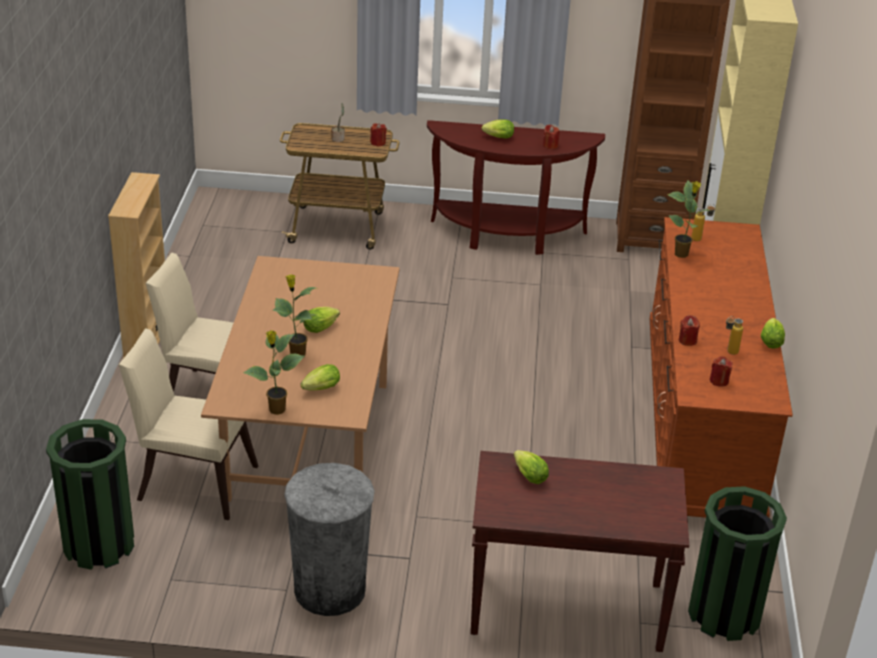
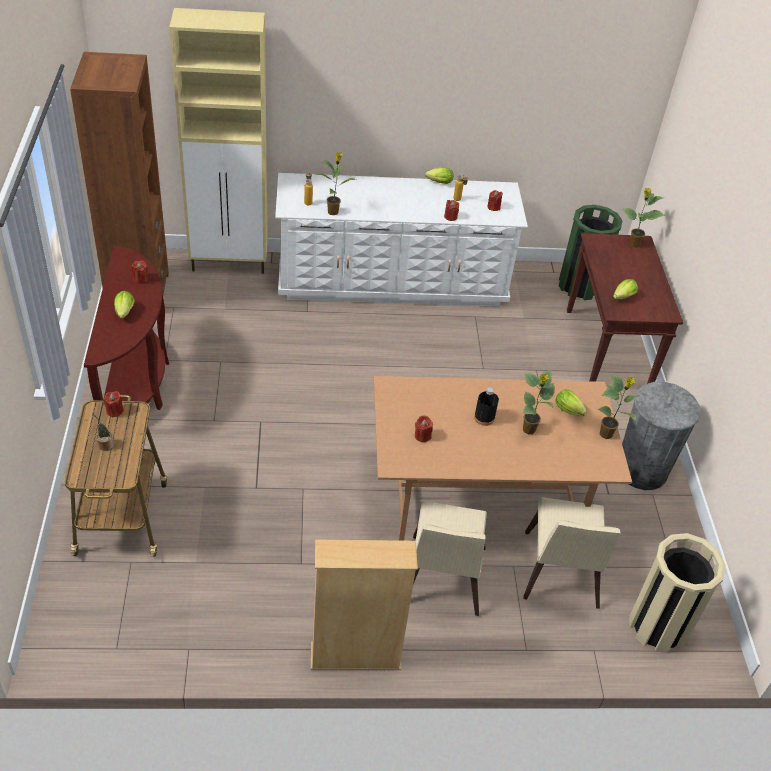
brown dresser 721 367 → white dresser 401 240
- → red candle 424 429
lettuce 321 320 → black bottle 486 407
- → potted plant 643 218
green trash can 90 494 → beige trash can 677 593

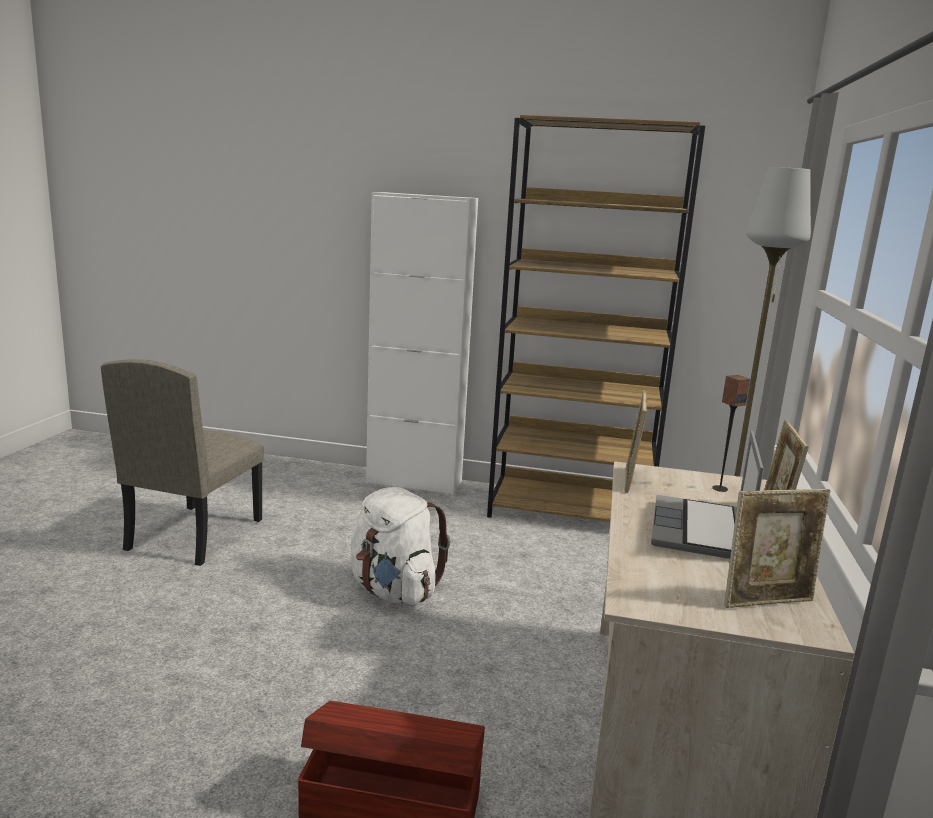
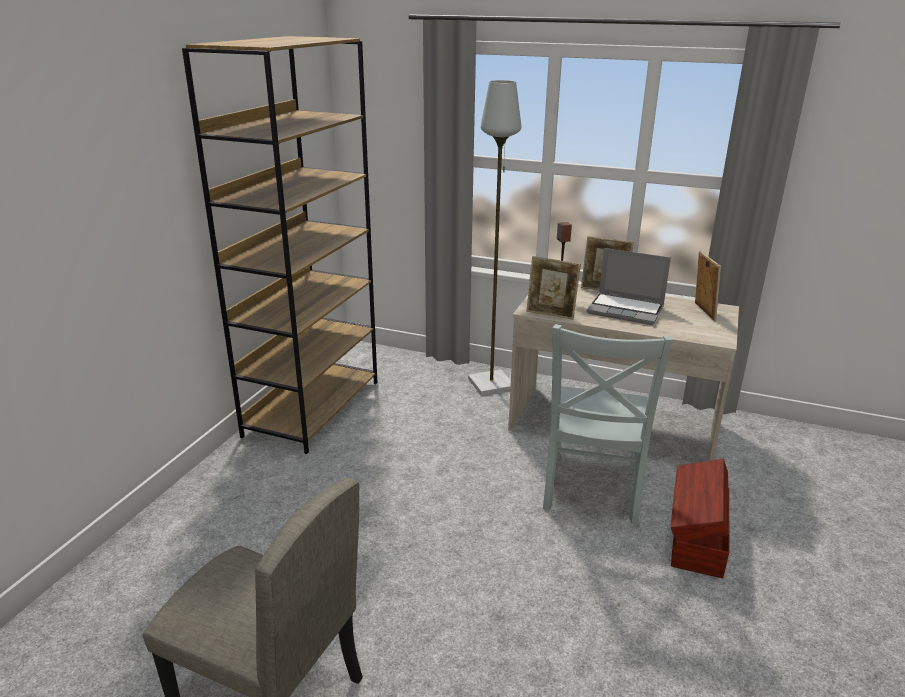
- → grey chair 608 424
white backpack 400 546 → -
white cabinet 422 343 → -

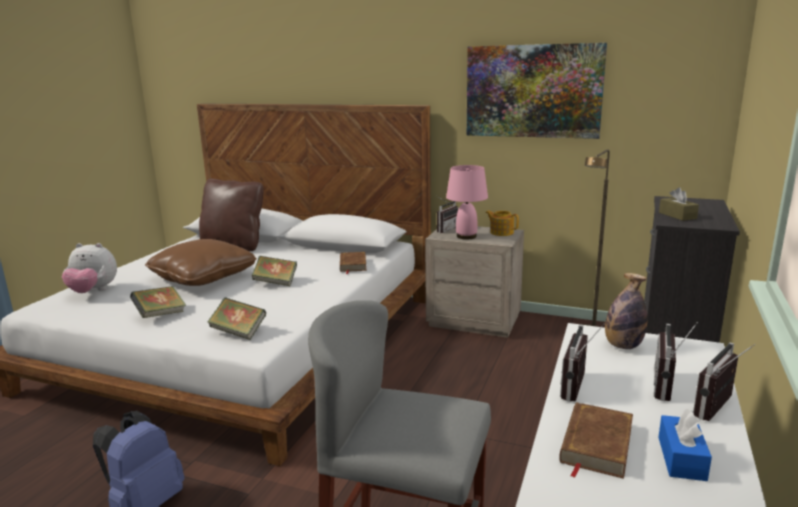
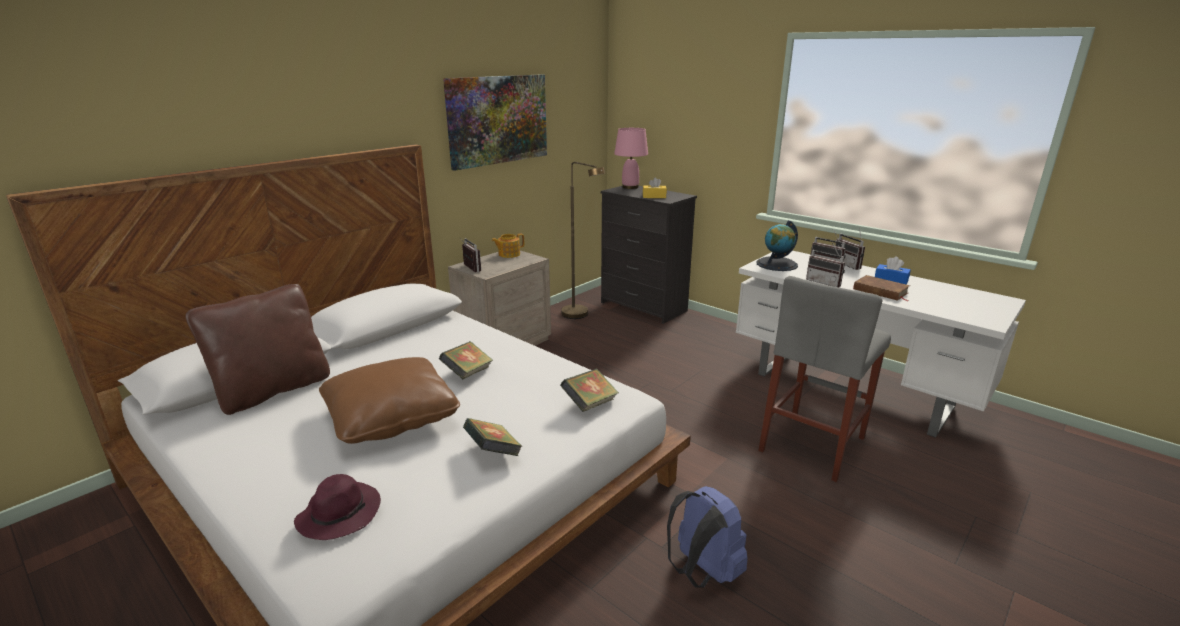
plush toy 89 268 → purple hat 337 507
pink table lamp 467 202 → pink table lamp 631 158, moved
brown tissue box 679 204 → yellow tissue box 655 187
bottle 626 311 → globe 777 245
brown book 353 263 → -

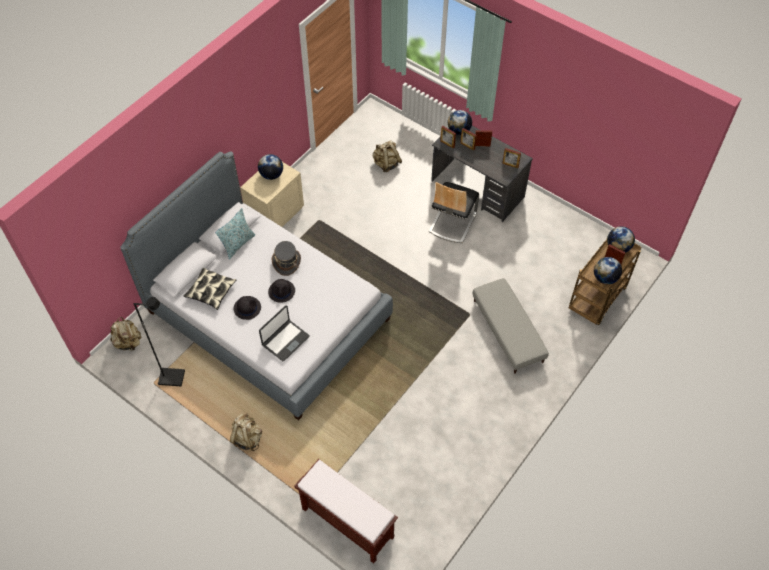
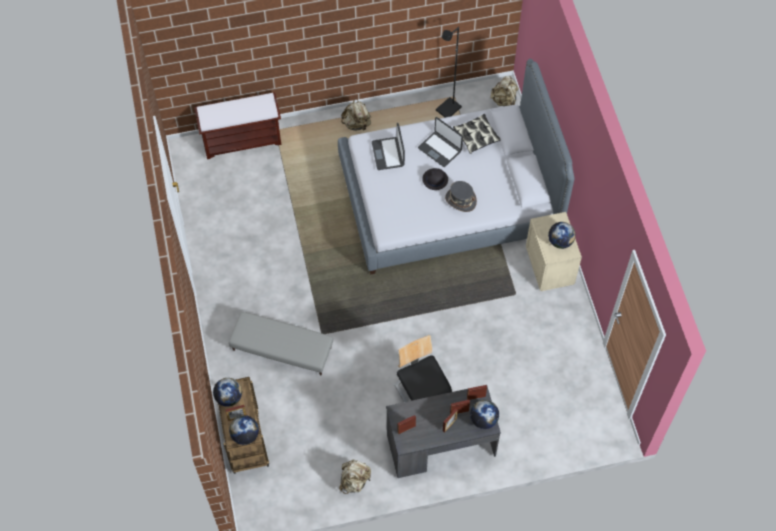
beige backpack 387 156 → beige backpack 355 477, moved
black hat 247 308 → laptop 440 142
pillow 235 233 → -

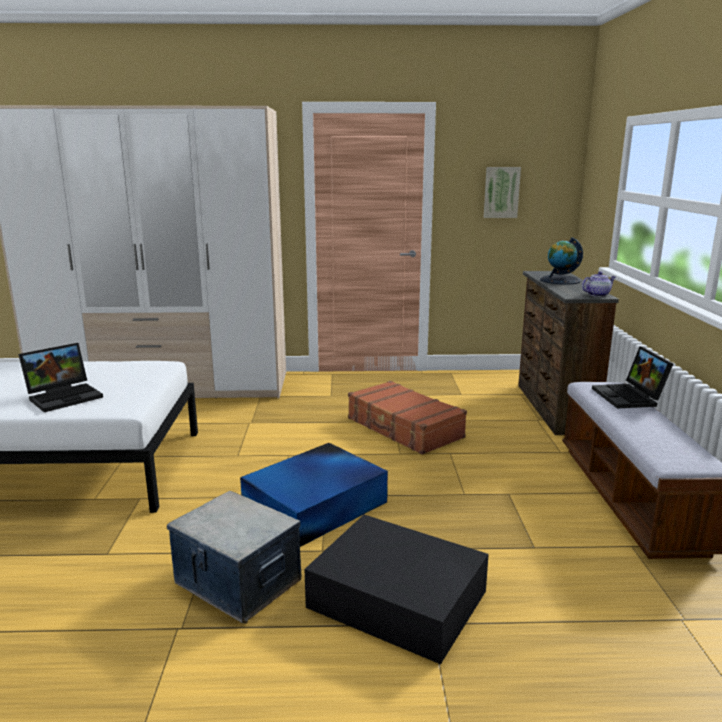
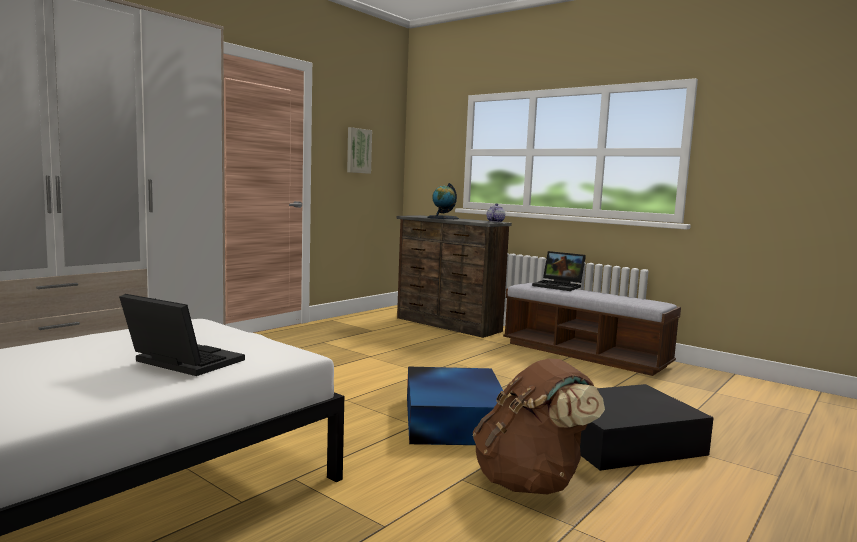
laptop 60 377 → laptop 182 335, 60 degrees counterclockwise
storage box 234 557 → brown backpack 539 426
brown suitcase 407 418 → -

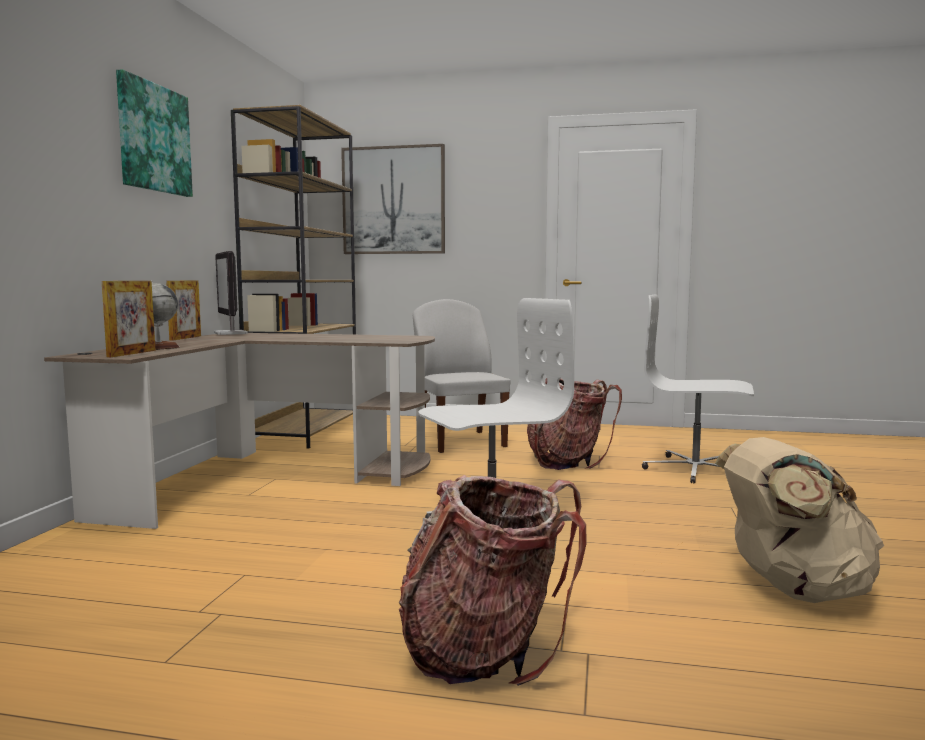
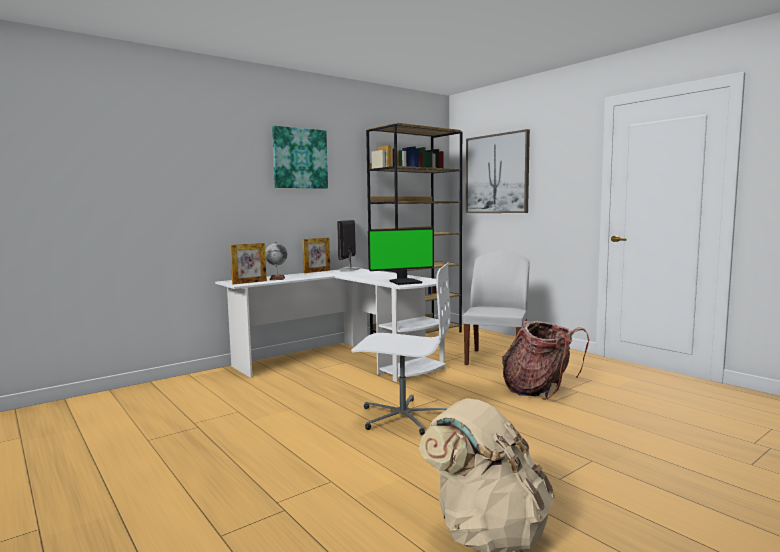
brown desk 239 431 → white desk 330 325
- → monitor 401 256
backpack 493 580 → -
white office chair 698 389 → -

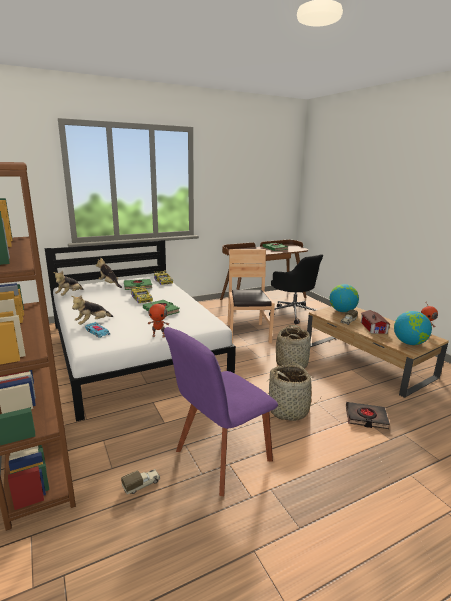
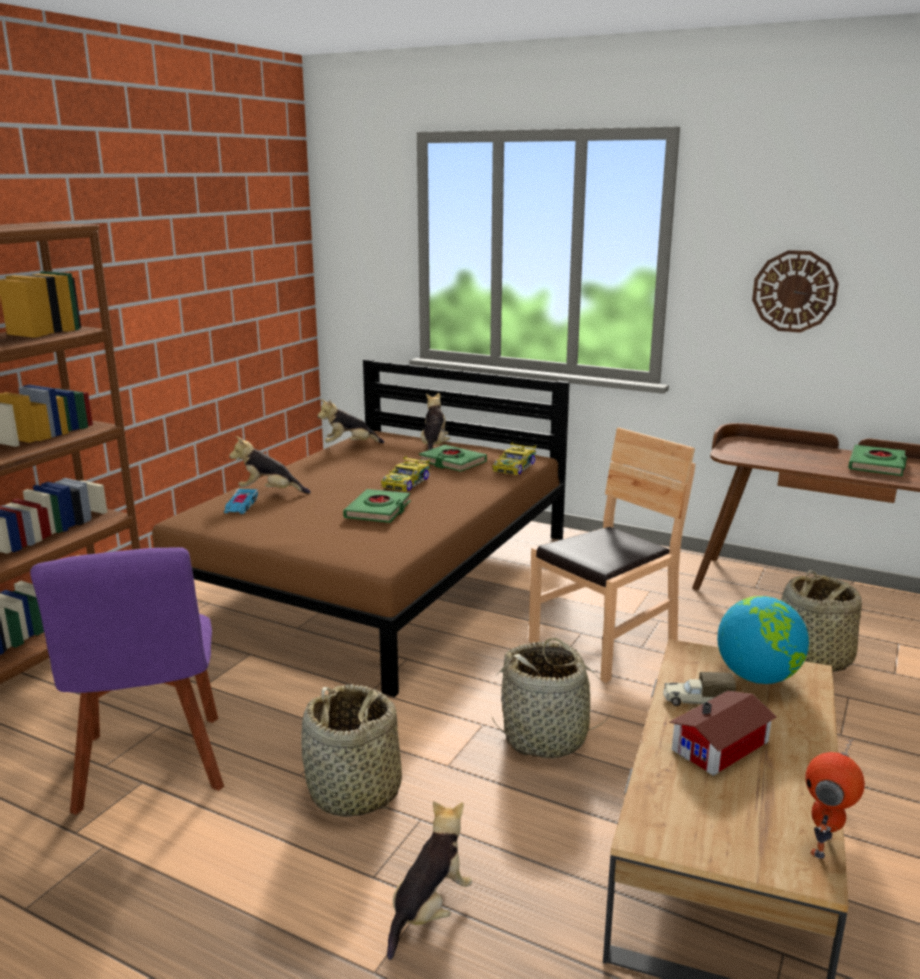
purple chair 221 411 → purple chair 127 681, 120 degrees counterclockwise
white bed 140 331 → brown bed 361 528
black book 368 415 → plush toy 429 880
- → wall clock 795 291
black office chair 296 289 → basket 821 621
toy truck 140 482 → -
toy robot 158 319 → -
globe 413 328 → -

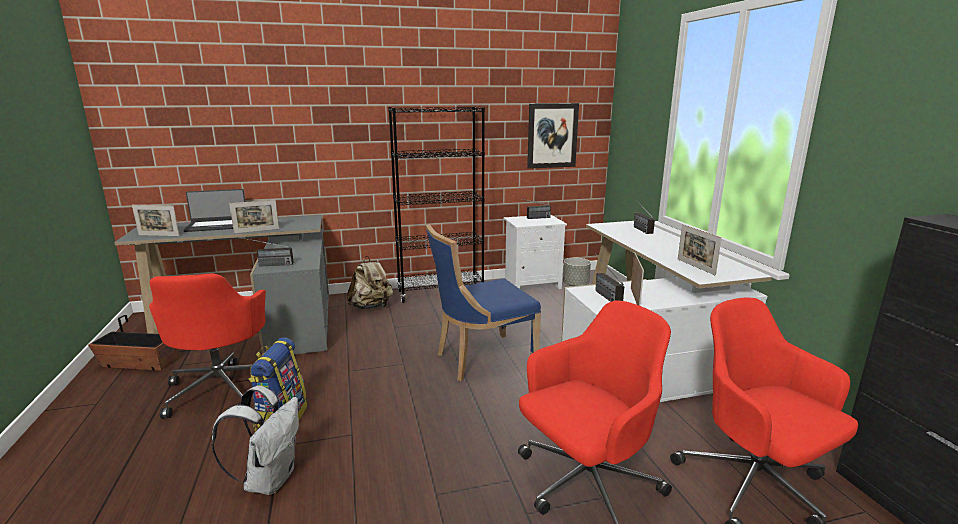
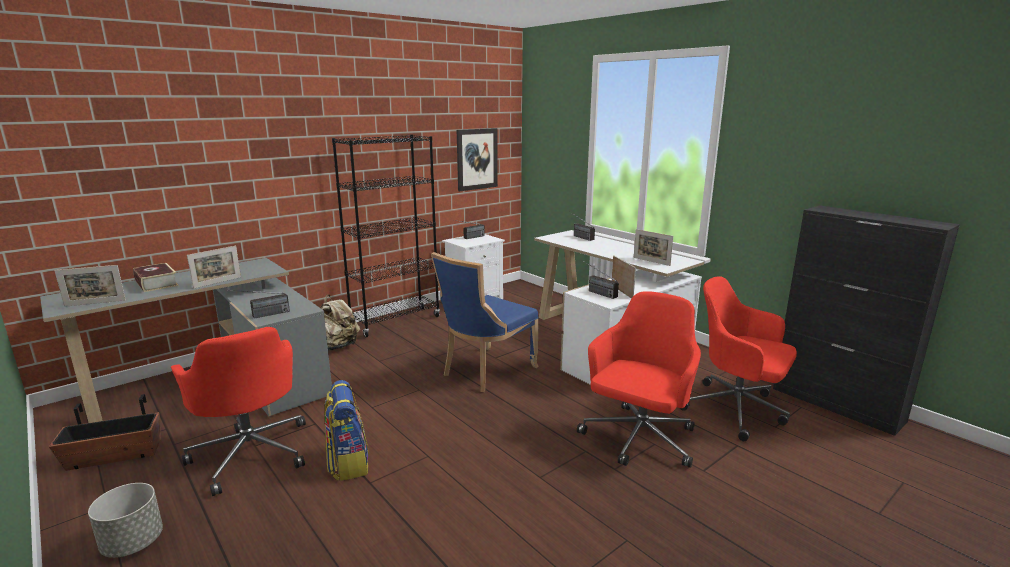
grey planter 577 272 → grey planter 125 520, moved
laptop 214 210 → book 156 277
white backpack 255 440 → -

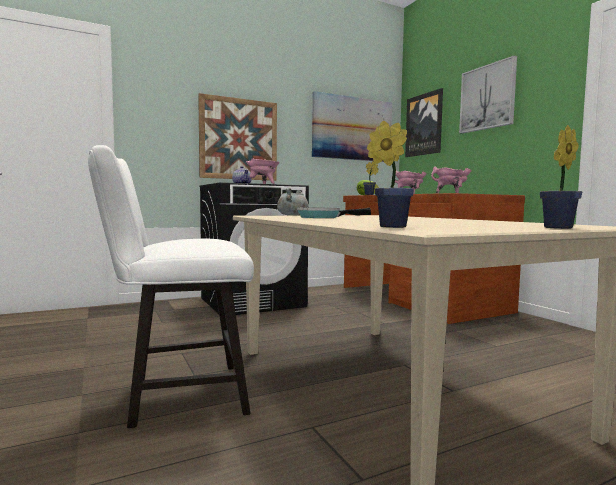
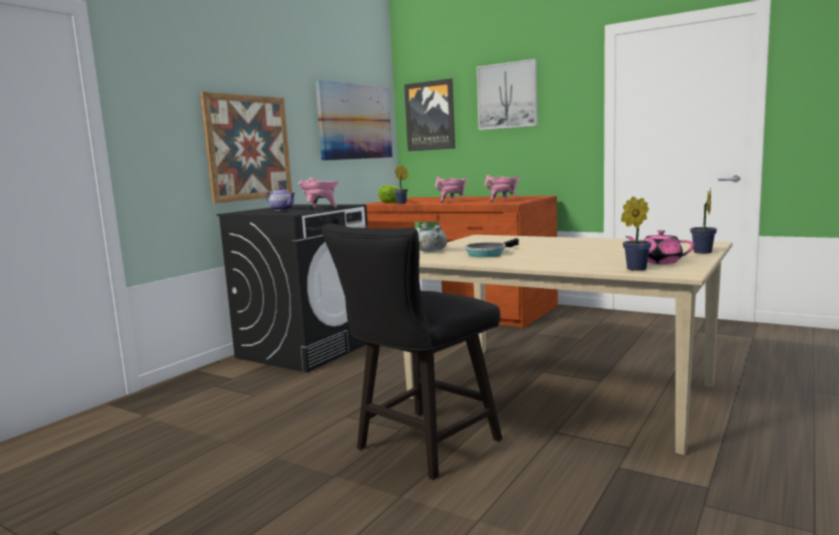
white chair 171 286 → black chair 411 352
- → pink teapot 659 247

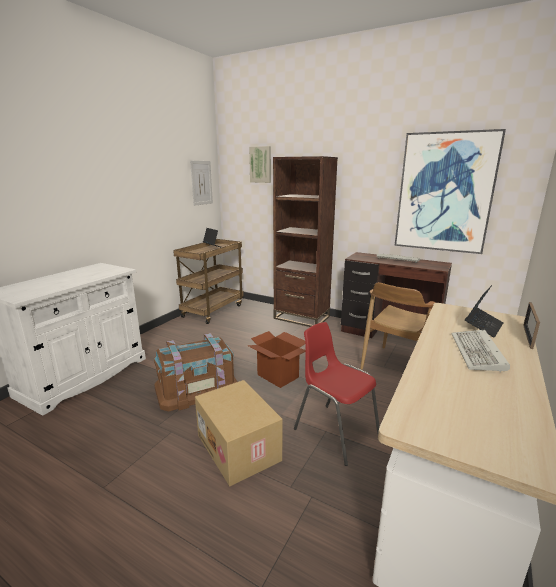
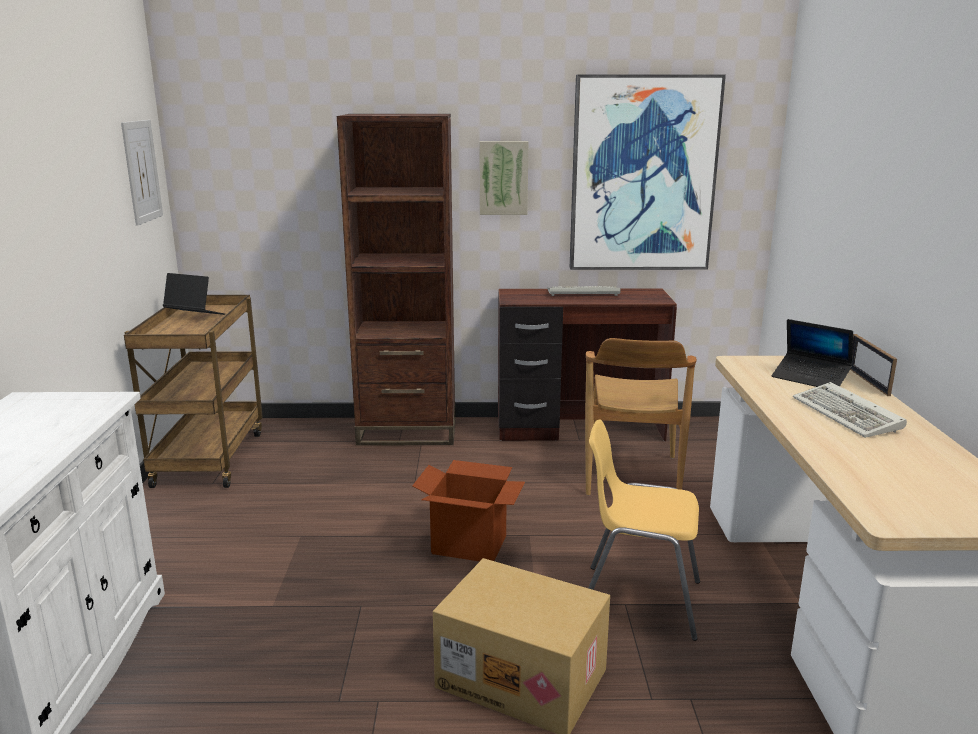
picture 260 164 → picture 504 178, moved
red chair 337 394 → yellow chair 644 530
laptop 484 311 → laptop 812 353, 120 degrees clockwise
brown storage box 196 372 → -

